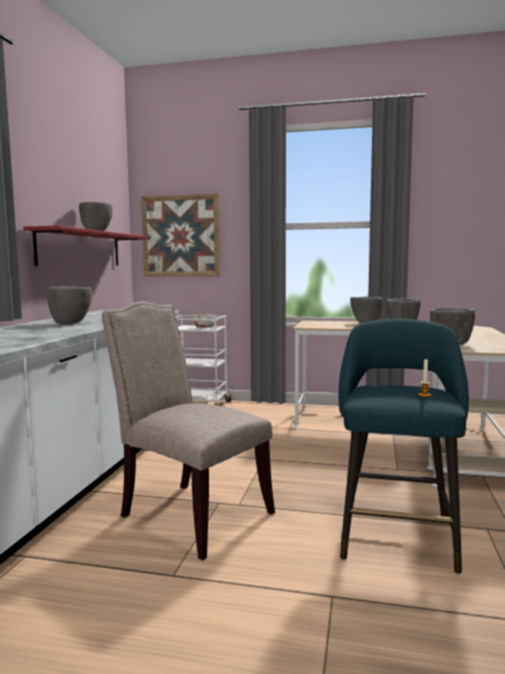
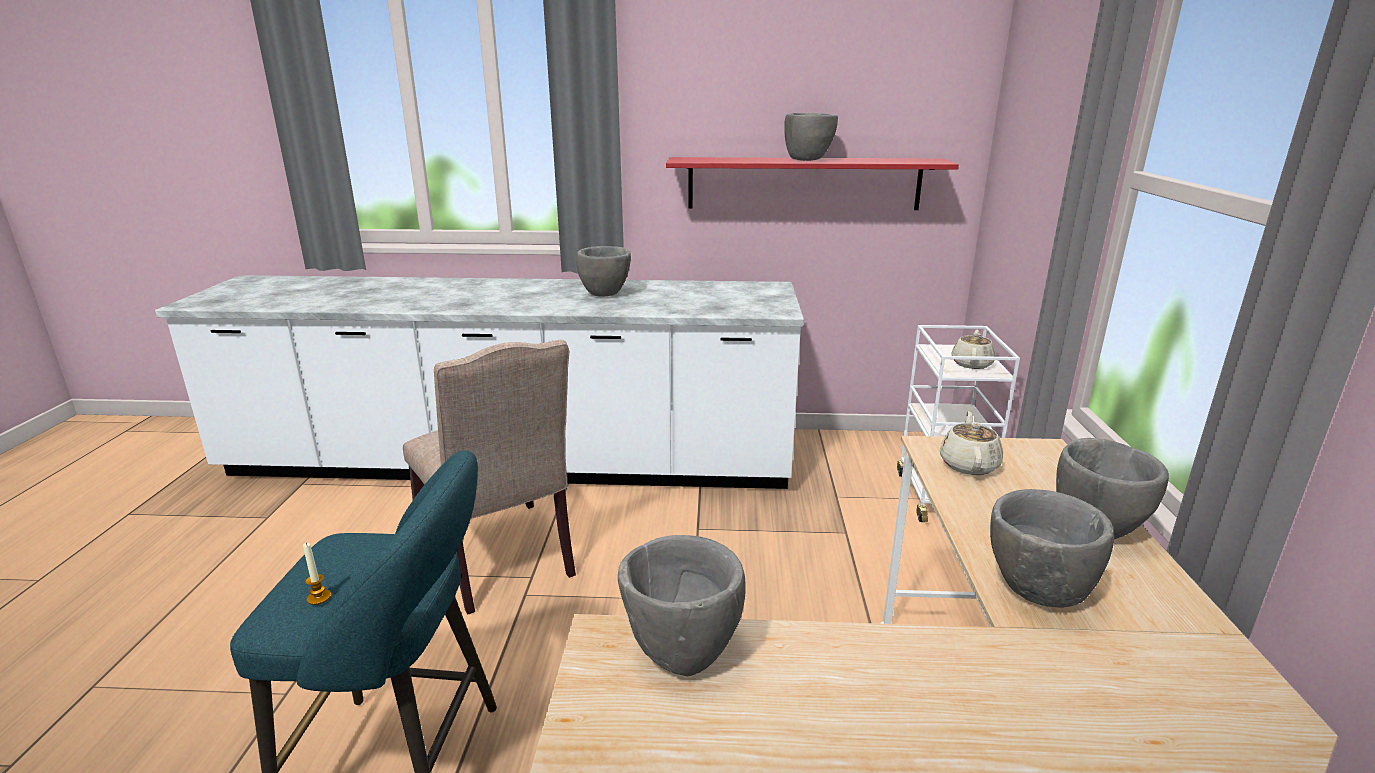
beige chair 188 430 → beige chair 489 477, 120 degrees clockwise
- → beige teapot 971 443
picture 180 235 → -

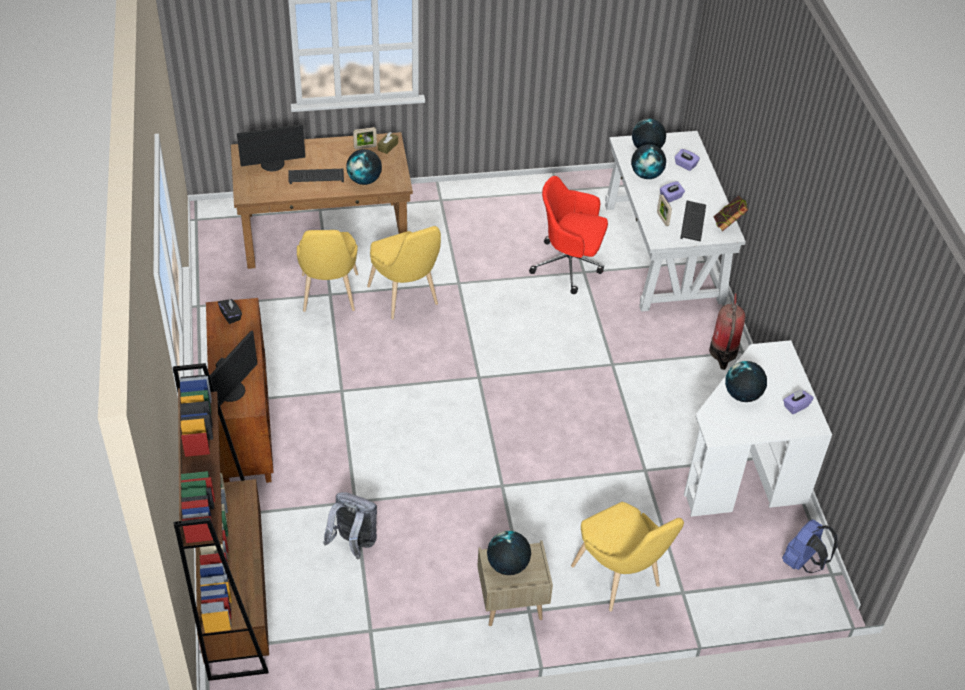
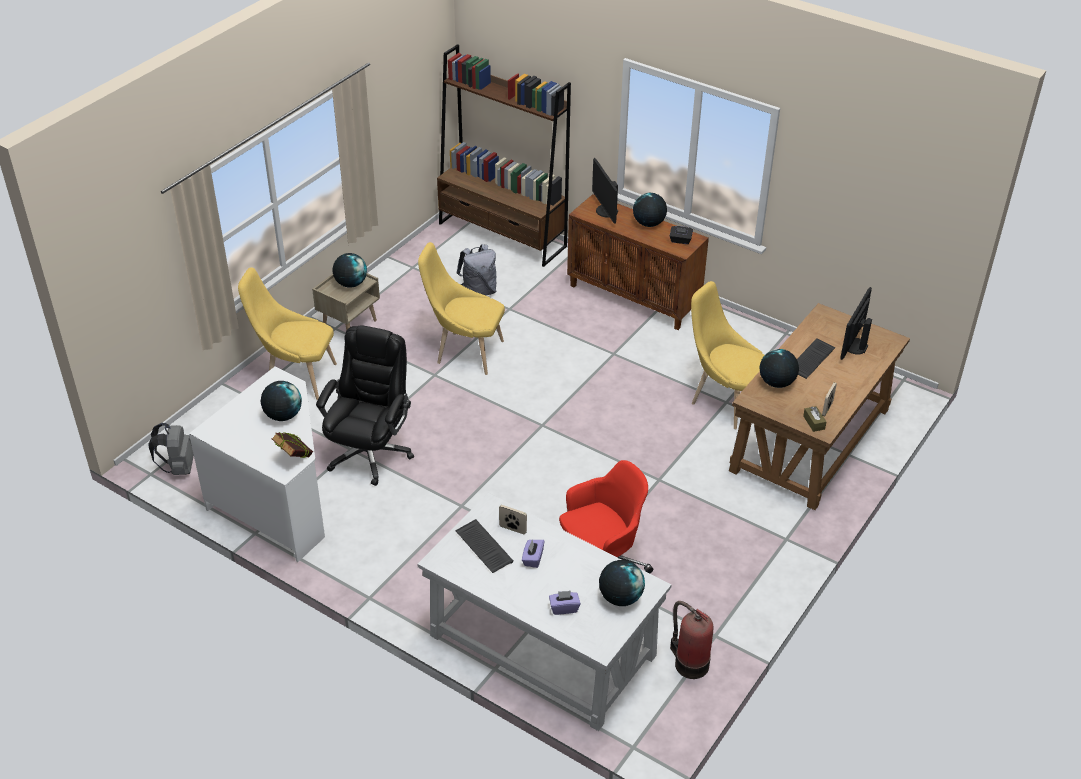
blue backpack 810 546 → grey backpack 171 449
book 730 213 → book 292 445, moved
- → black office chair 365 405
yellow chair 404 272 → yellow chair 461 308, moved
globe 648 161 → globe 650 210, moved
fire extinguisher 727 331 → fire extinguisher 691 640, moved
purple tissue box 798 401 → -

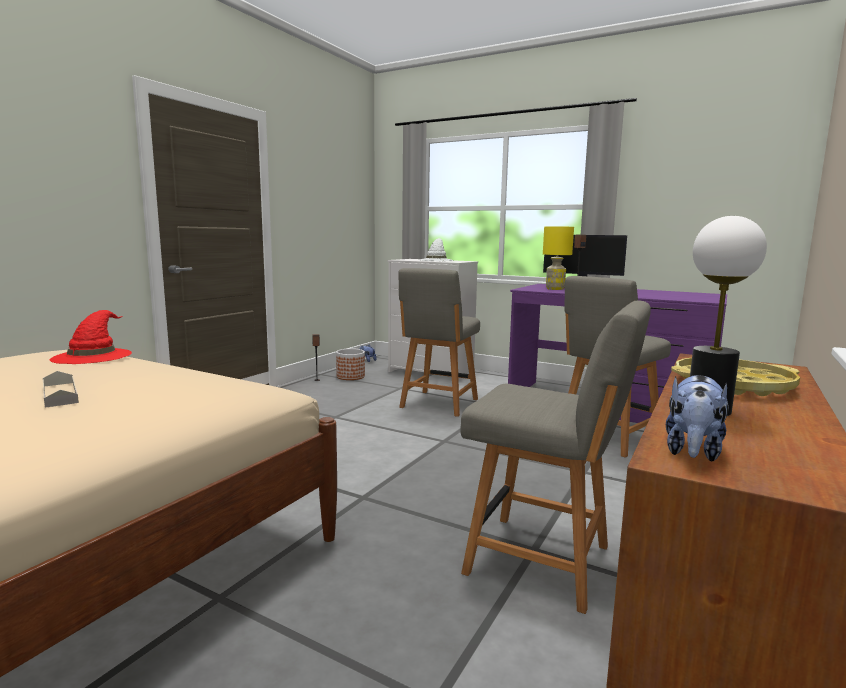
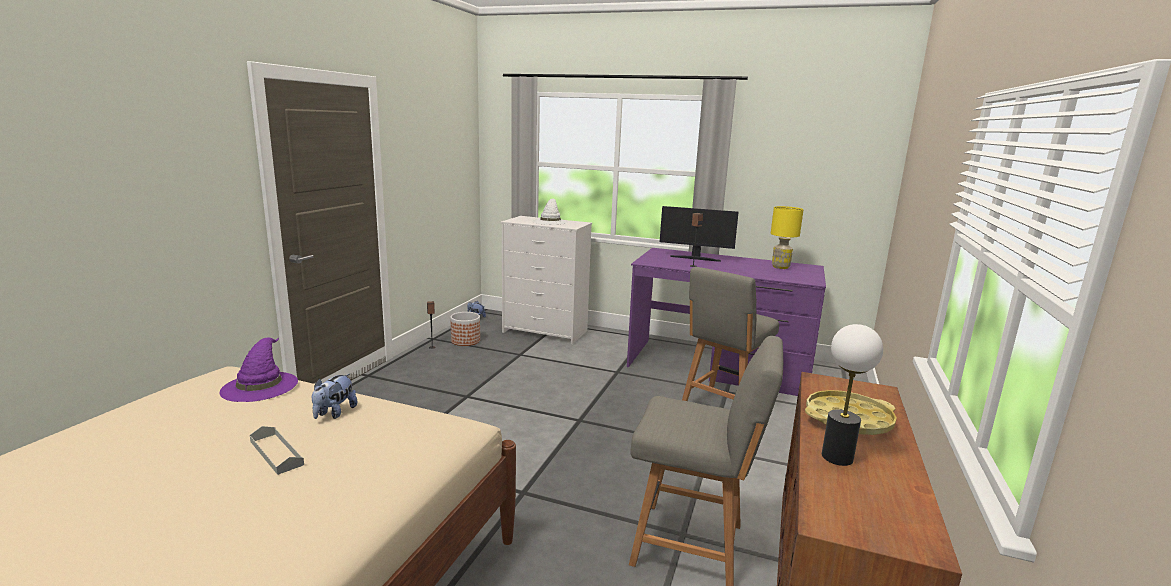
red hat 91 337 → purple hat 259 369
plush toy 697 418 → plush toy 334 396, moved
yellow table lamp 558 258 → yellow table lamp 787 237, moved
grey chair 439 342 → -

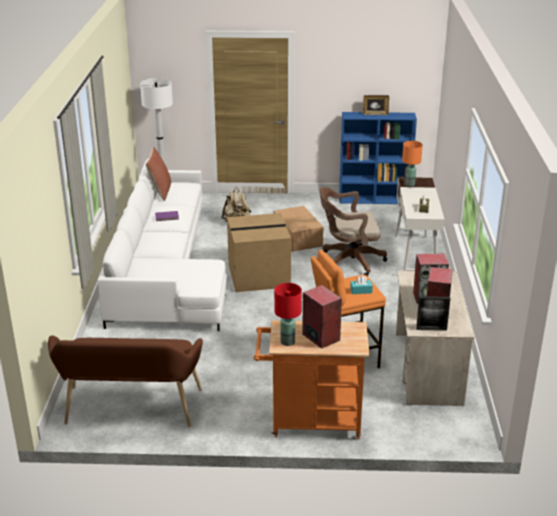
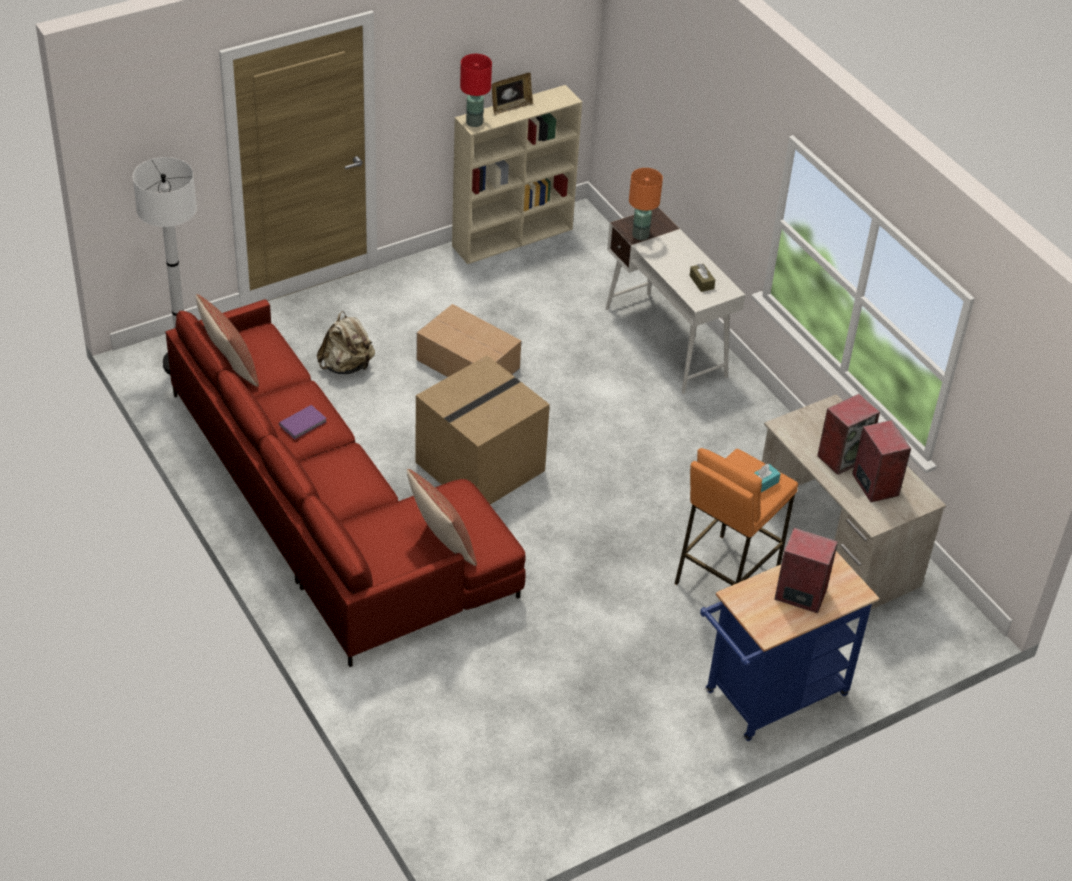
white sofa 162 244 → red sofa 346 483
- → pillow 442 517
blue bookcase 378 158 → beige bookcase 517 174
red table lamp 288 314 → red table lamp 476 90, moved
orange cart 312 380 → blue cart 789 646
brown bench 125 381 → -
brown office chair 353 231 → -
picture frame 433 313 → -

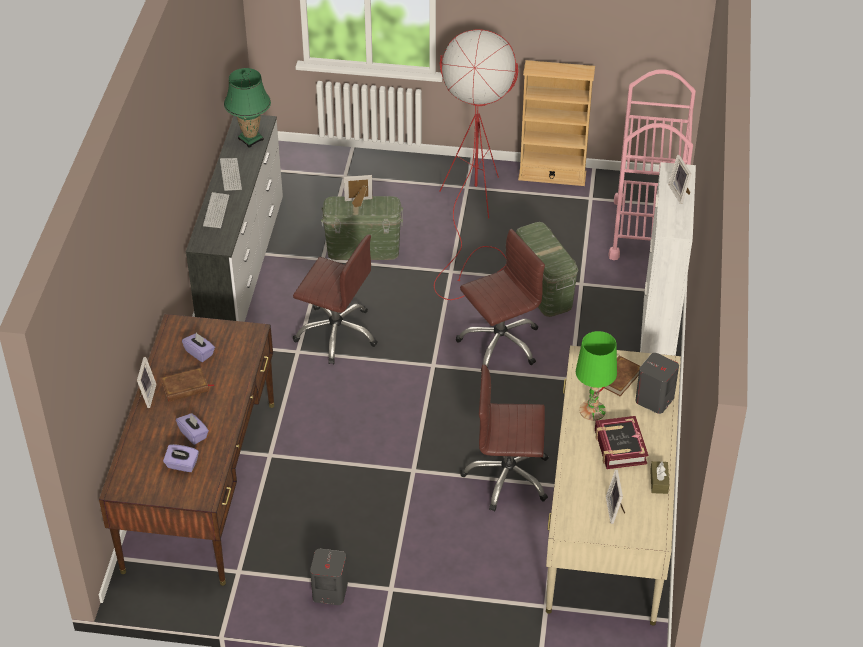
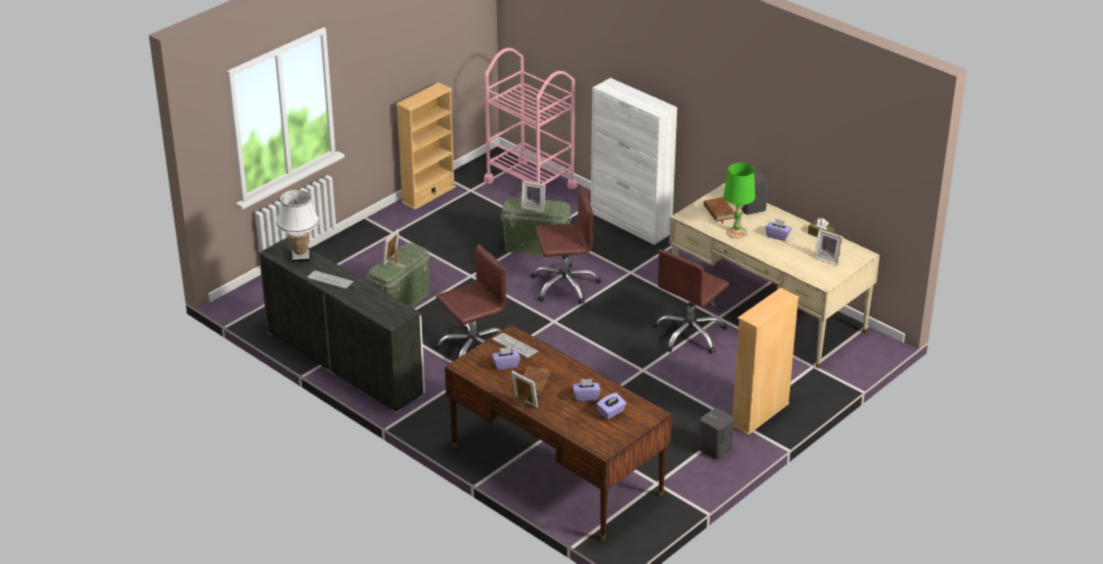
green table lamp 247 108 → white table lamp 297 226
keyboard 216 210 → keyboard 515 345, moved
picture frame 679 179 → picture frame 533 196, moved
brown office chair 500 300 → brown office chair 566 245, 75 degrees clockwise
- → beige bookcase 765 361
book 621 442 → purple tissue box 778 230
red floor lamp 476 164 → -

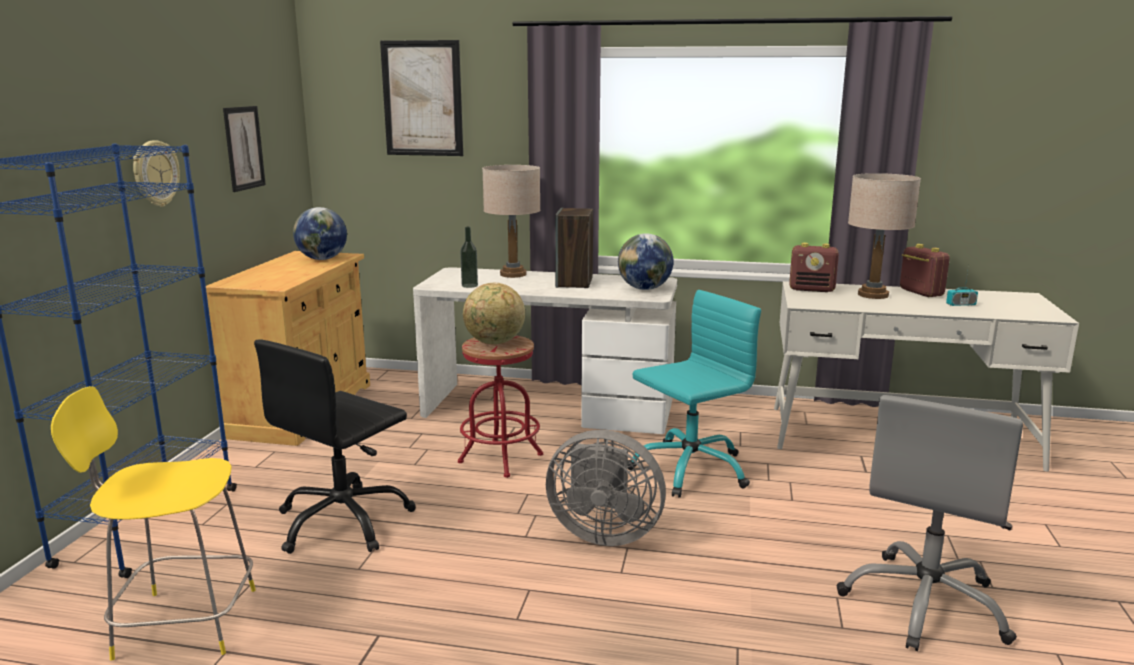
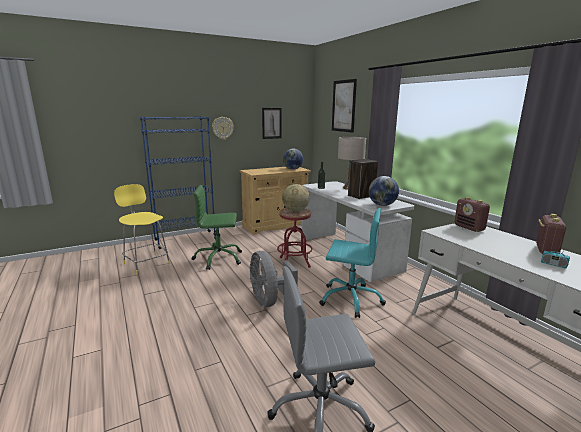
black office chair 335 446 → green office chair 216 227
beige table lamp 884 236 → -

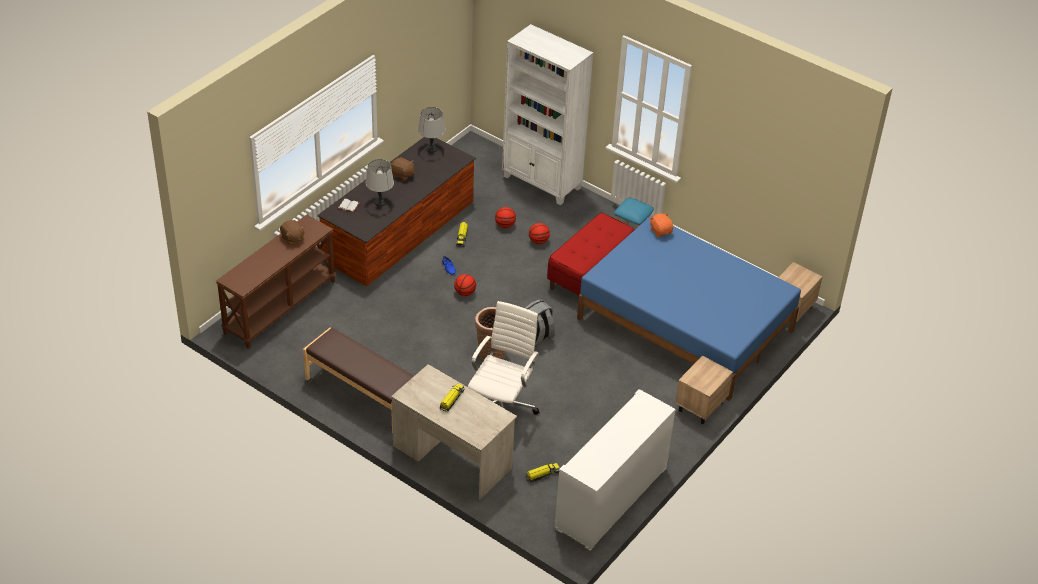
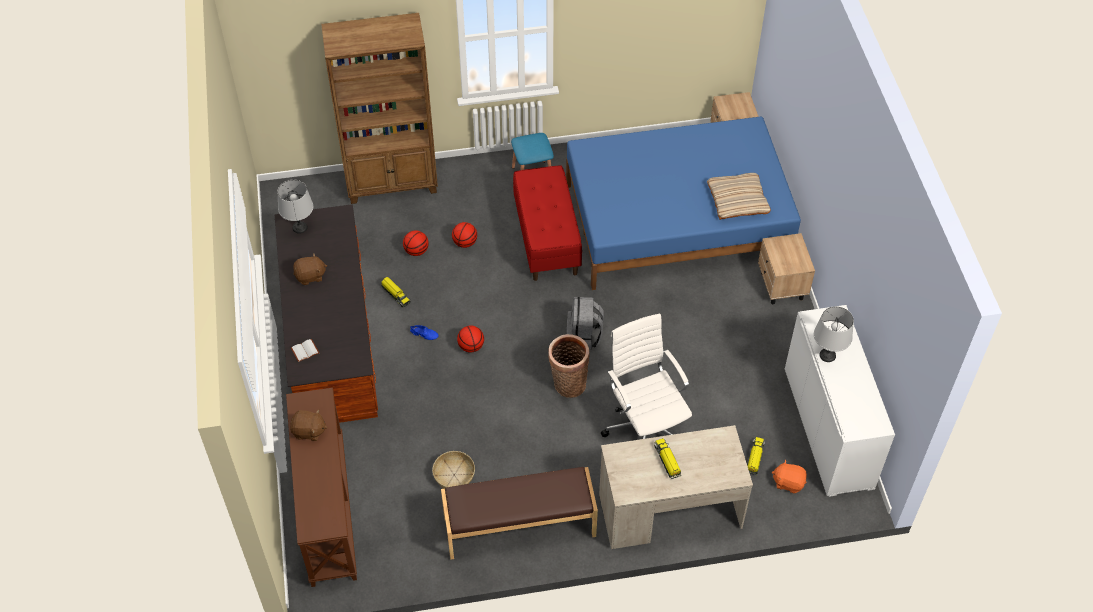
white bookcase 547 114 → brown bookcase 379 108
- → basket 453 470
- → beige pillow 739 196
orange plush toy 661 225 → orange plush toy 789 476, moved
grey table lamp 380 182 → grey table lamp 834 334, moved

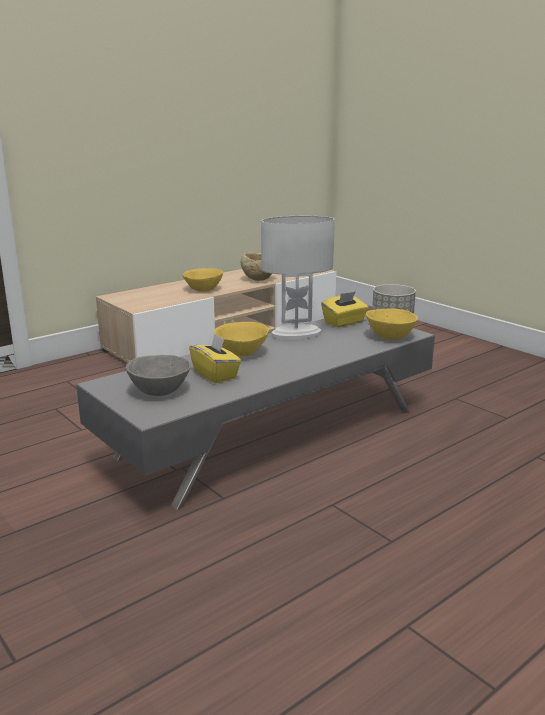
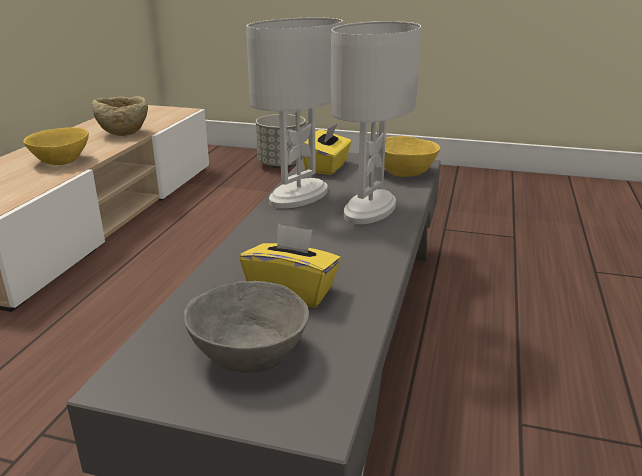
- → white table lamp 376 122
yellow bowl 241 339 → -

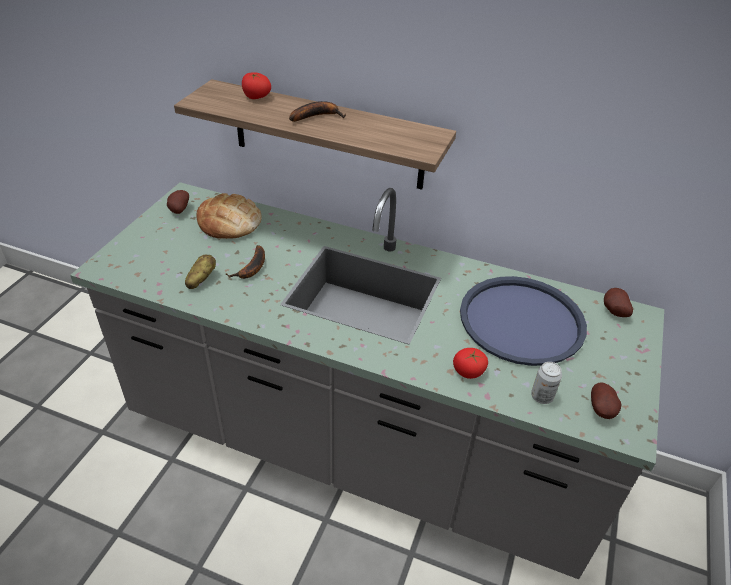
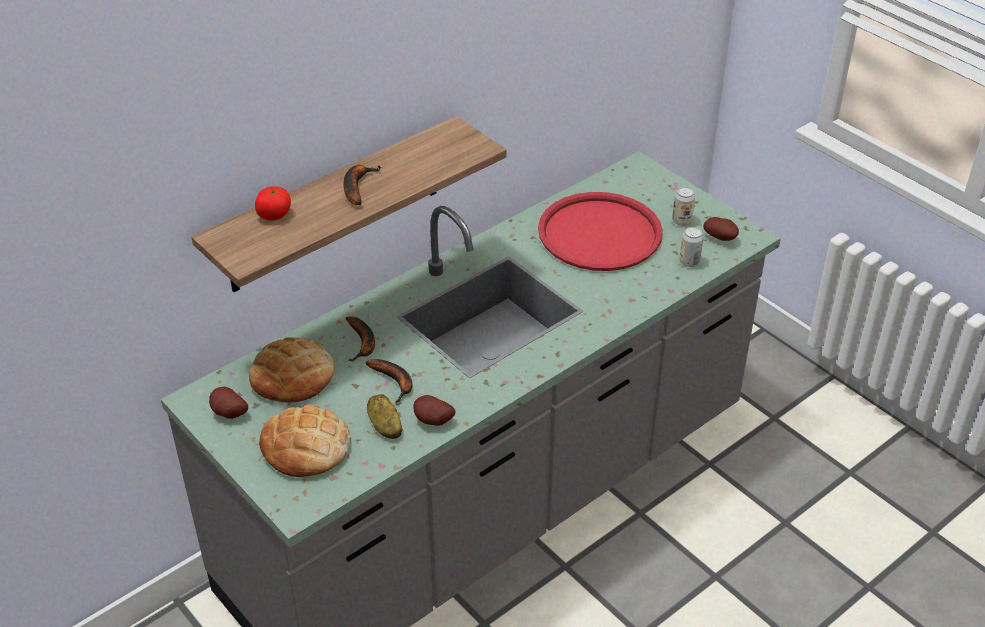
- → bread 304 441
- → banana 360 339
potato 618 302 → potato 434 410, moved
blue tray 523 321 → red tray 600 231
- → can 683 206
tomato 470 363 → -

